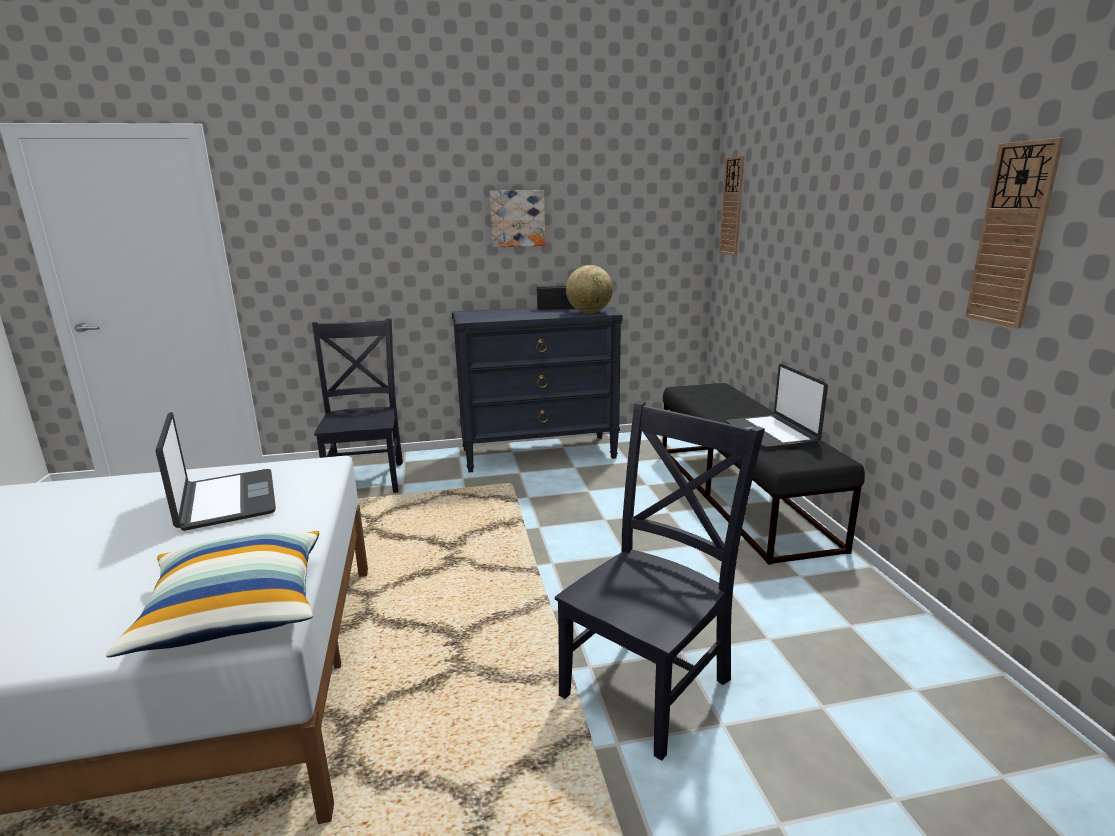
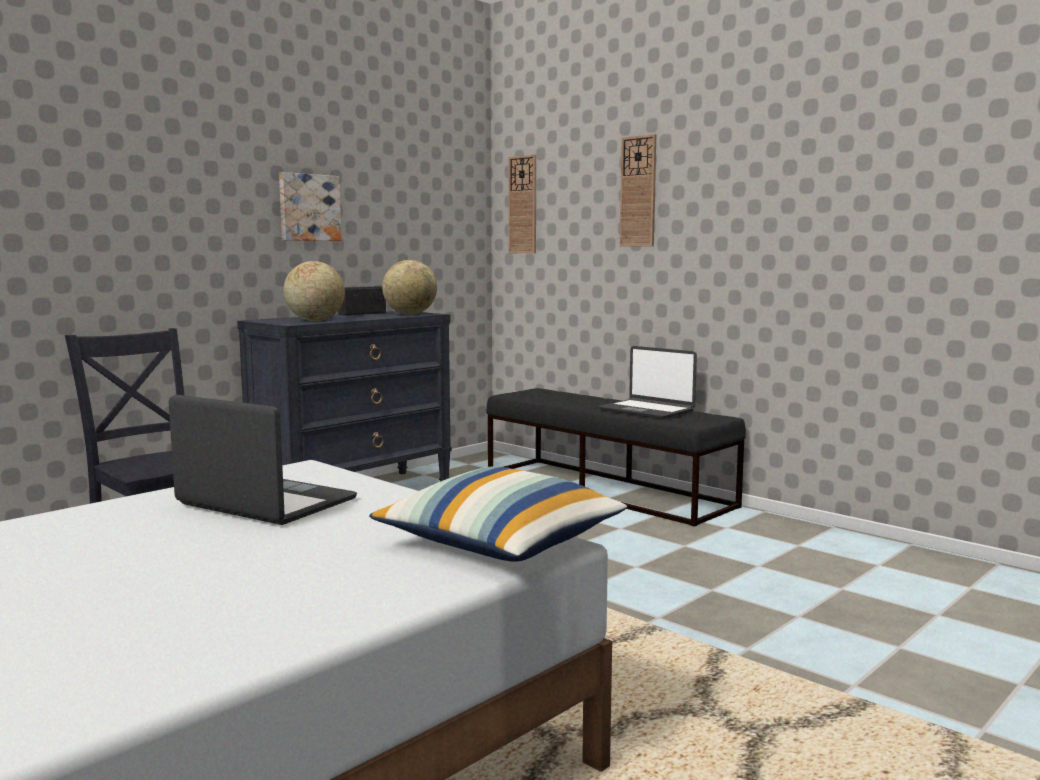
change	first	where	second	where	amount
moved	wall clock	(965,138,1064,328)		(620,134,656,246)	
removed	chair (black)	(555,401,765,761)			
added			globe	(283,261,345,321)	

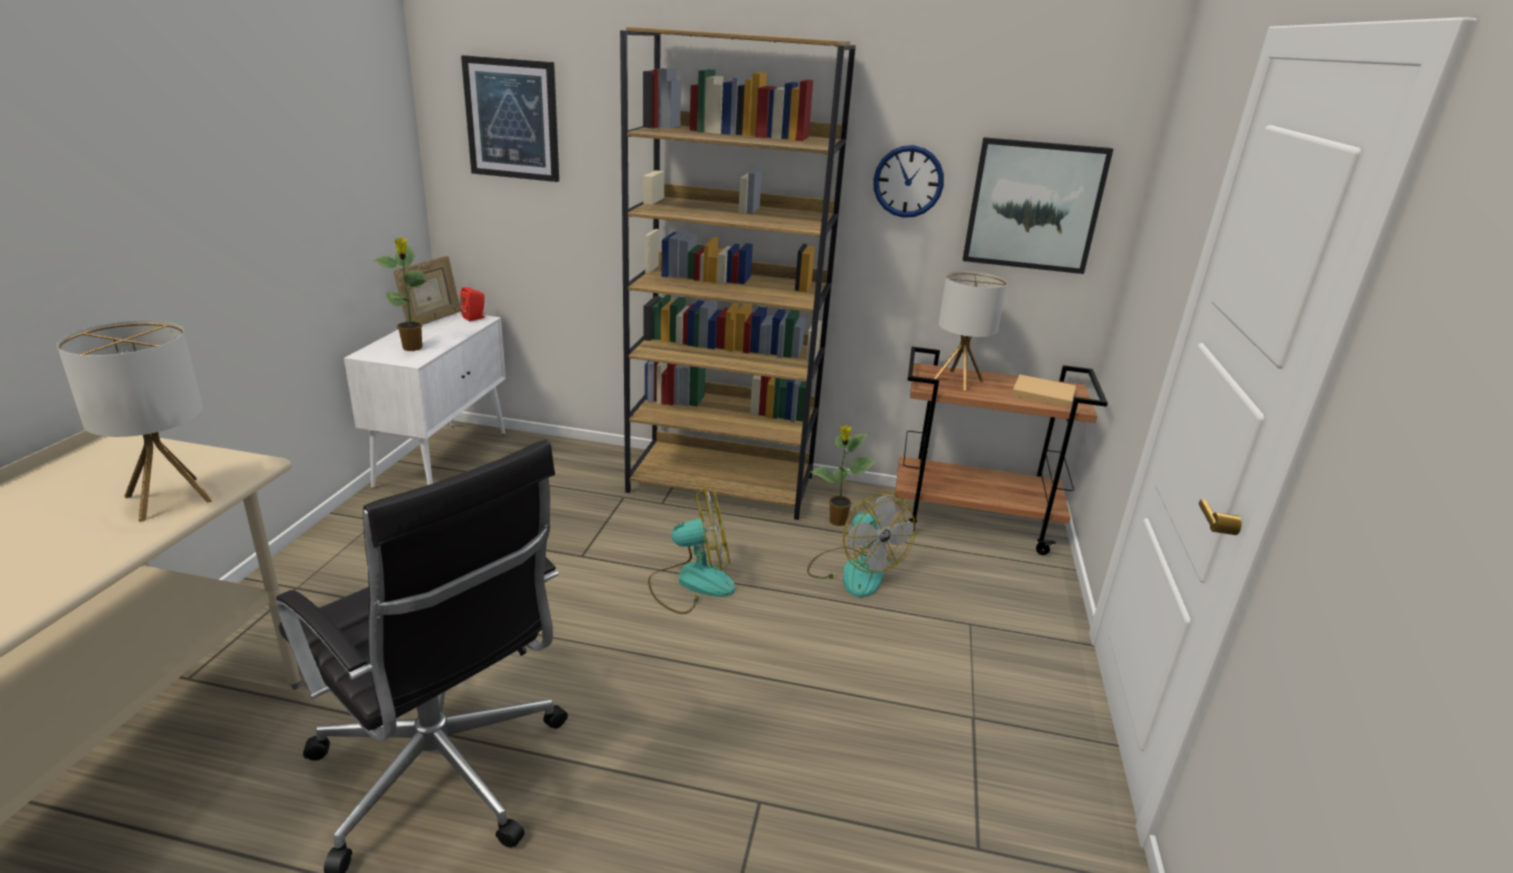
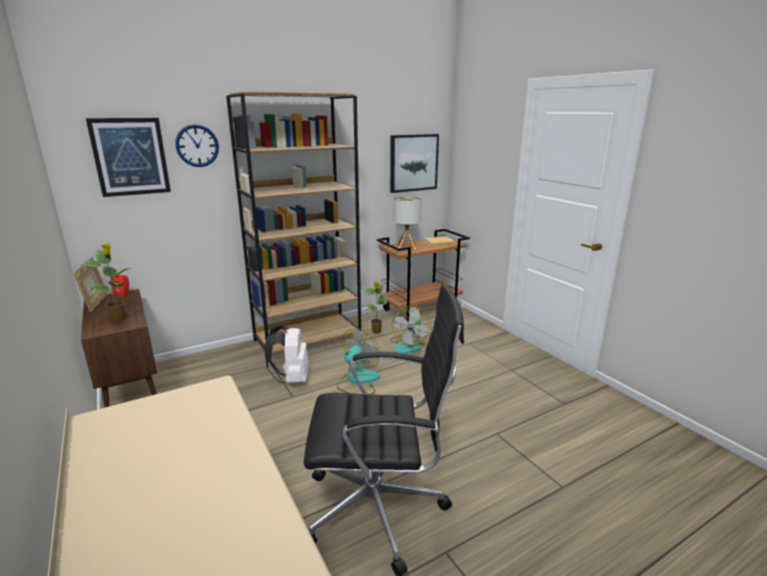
change	first	where	second	where	amount
moved	wall clock	(873,145,944,218)		(176,124,219,167)	
recoloured	cabinet (white)	(344,312,506,488)	cabinet (brown)	(81,289,157,408)	
removed	table lamp	(57,320,214,522)			
turned	fan	(807,493,916,598)		(391,306,431,354)	90 degrees clockwise
added			backpack (white)	(264,325,309,383)	

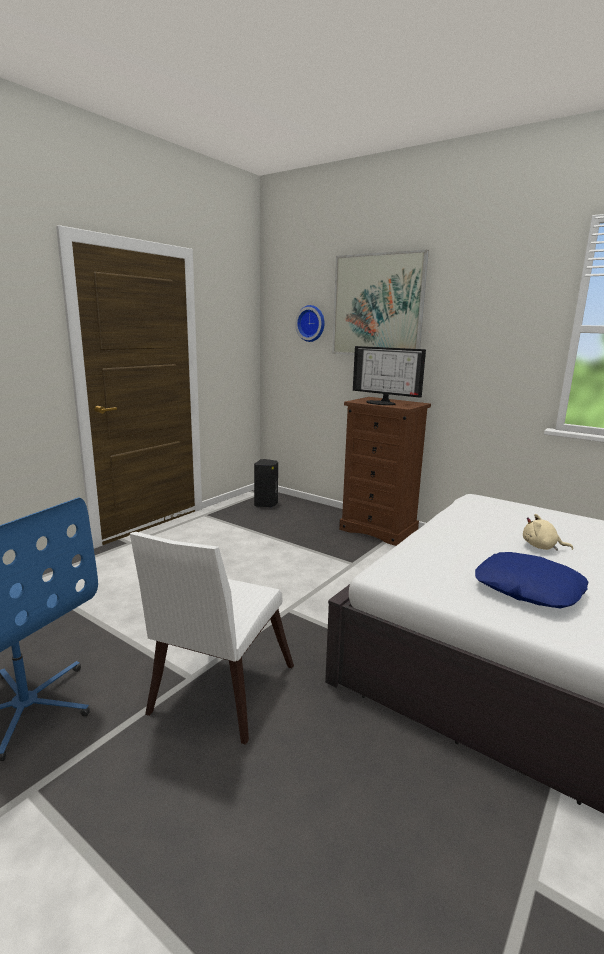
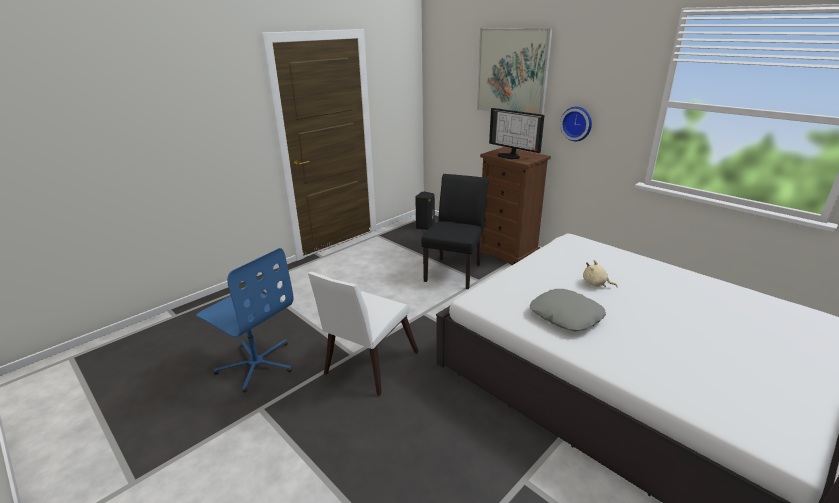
change	first	where	second	where	amount
moved	wall clock	(295,305,325,342)		(560,107,592,141)	
recoloured	pillow (blue)	(475,552,589,608)	pillow (grey)	(530,289,606,332)	
added			chair (black)	(421,174,488,289)	

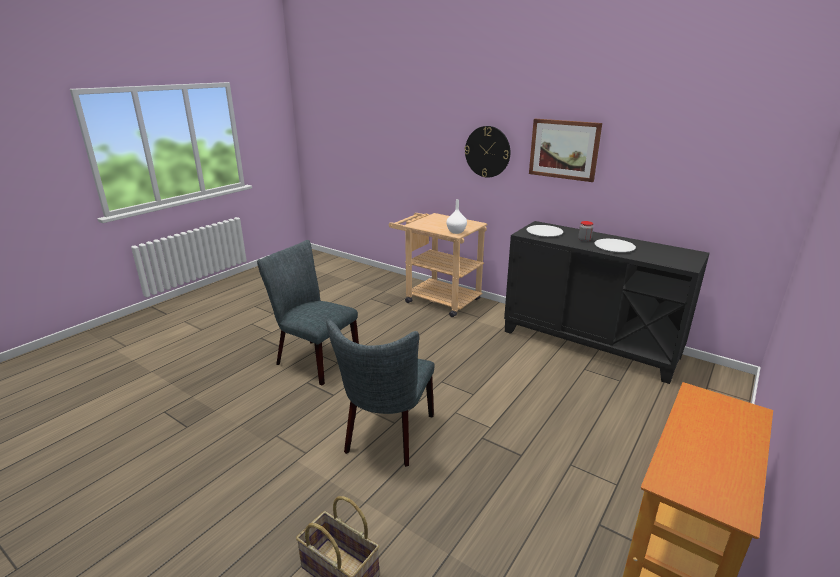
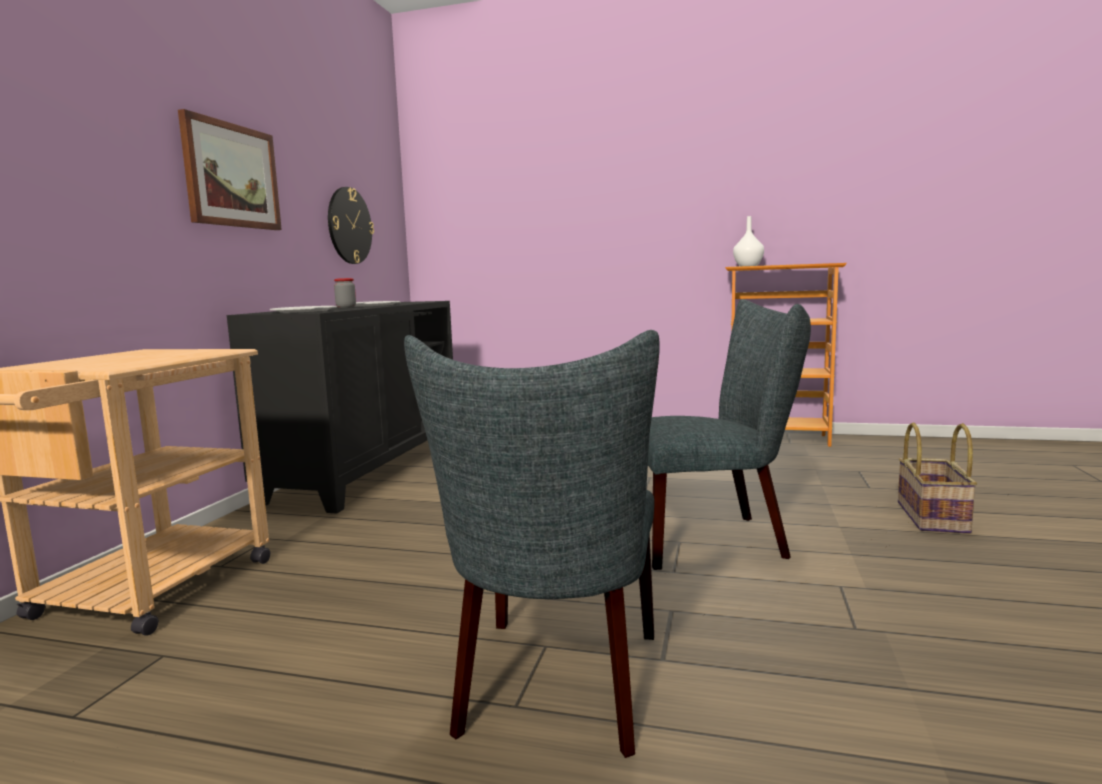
change	first	where	second	where	amount
moved	wall clock	(465,126,510,178)		(328,187,374,264)	
moved	vase (white)	(446,199,467,234)		(733,216,764,266)	

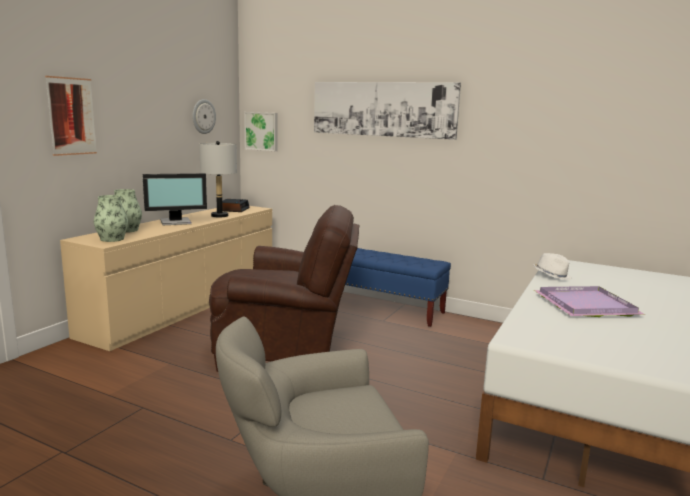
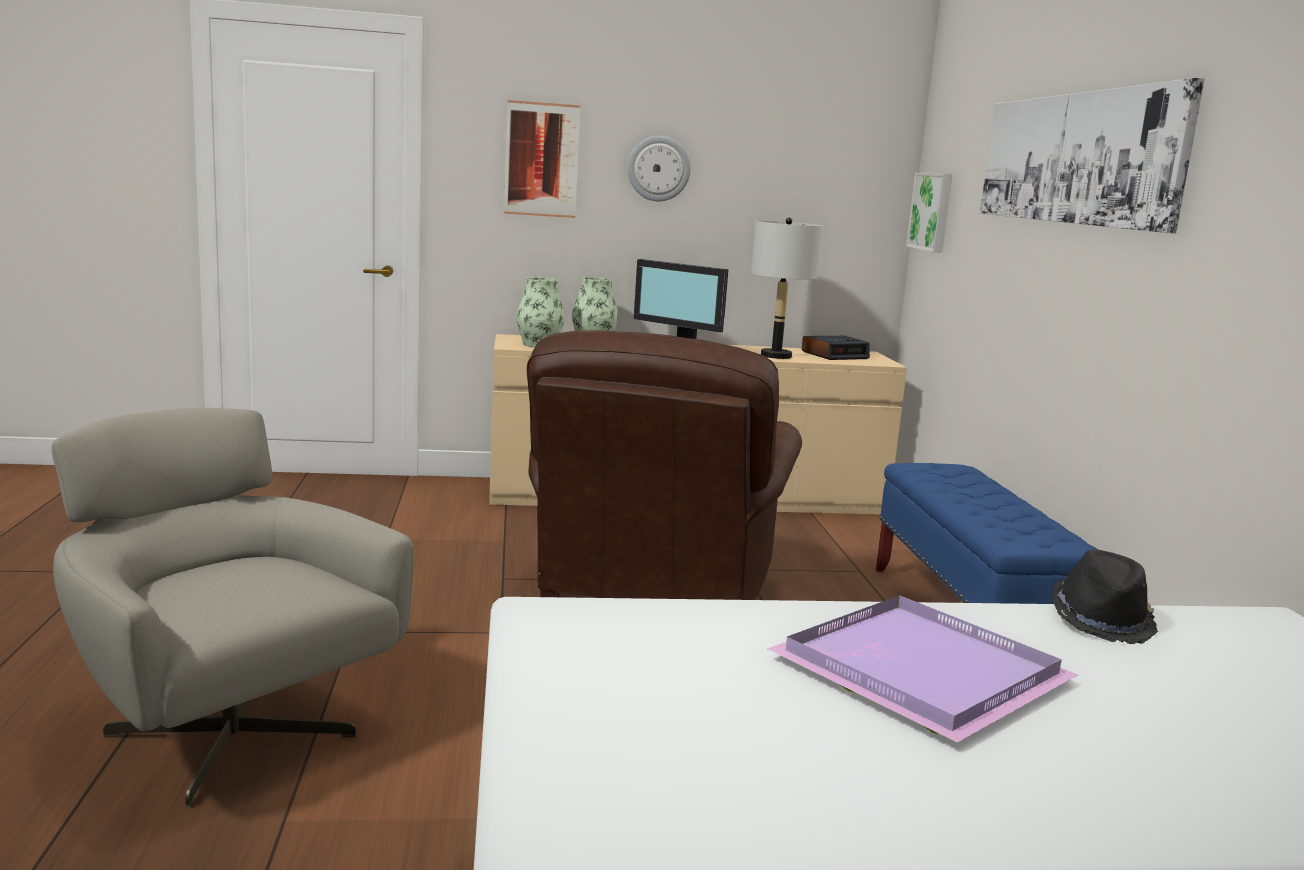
change	first	where	second	where	amount
moved	wall clock	(192,99,216,134)		(627,136,691,201)	
turned	armchair (brown)	(209,205,360,372)		(527,330,802,600)	45 degrees clockwise
recoloured	hat (white)	(533,253,572,280)	hat (black)	(1052,549,1158,644)	

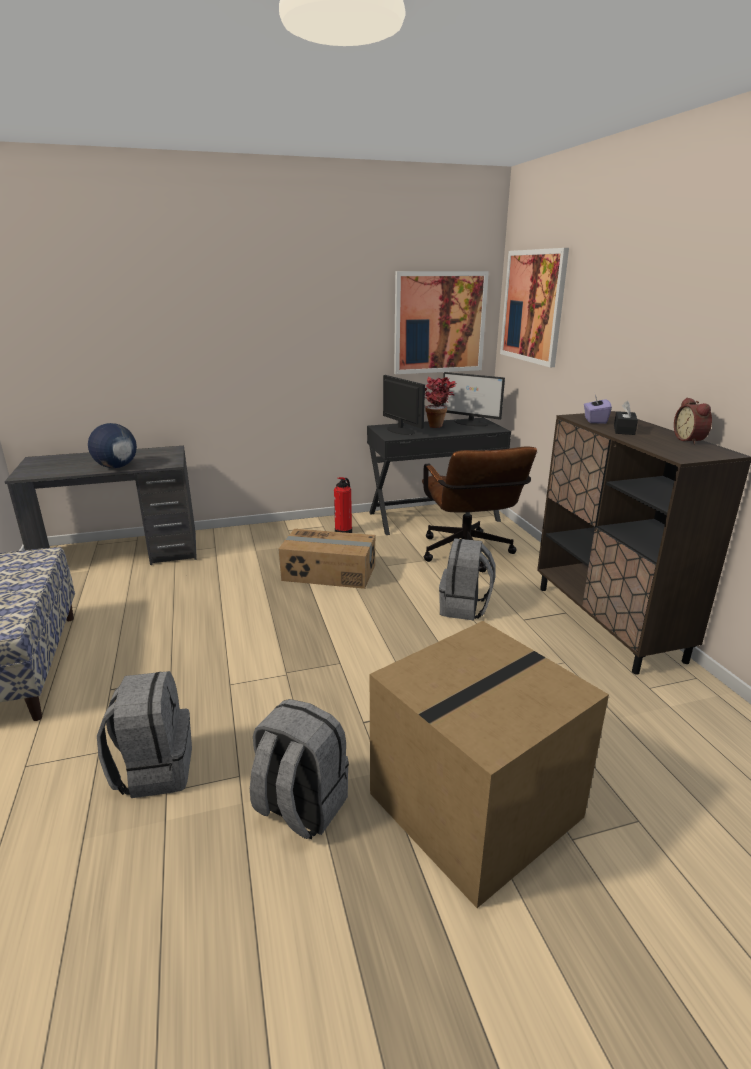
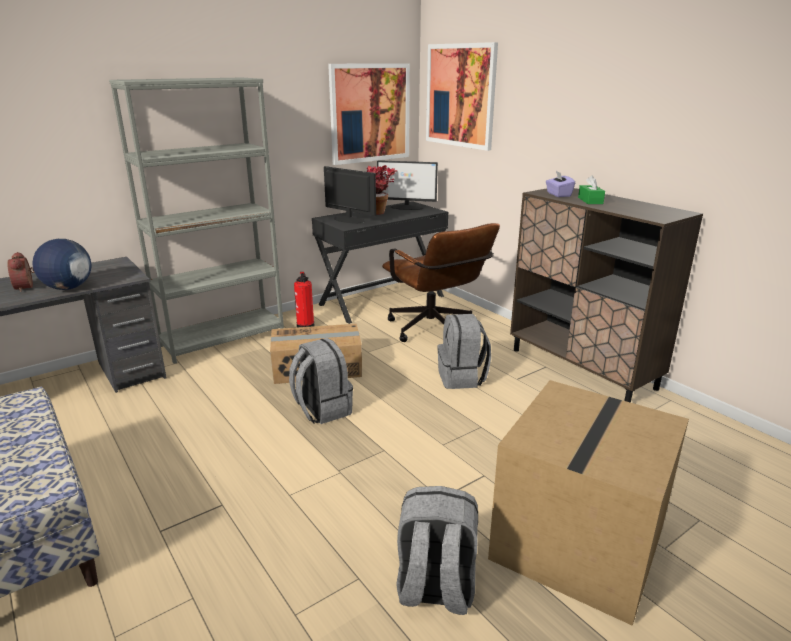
change	first	where	second	where	amount
moved	alarm clock	(674,398,712,444)		(7,252,34,292)	
recoloured	tissue box (black)	(614,401,638,435)	tissue box (green)	(578,175,605,204)	
moved	backpack (grey)	(97,671,192,798)		(289,338,353,424)	
added			bookcase (grey)	(109,78,284,364)	

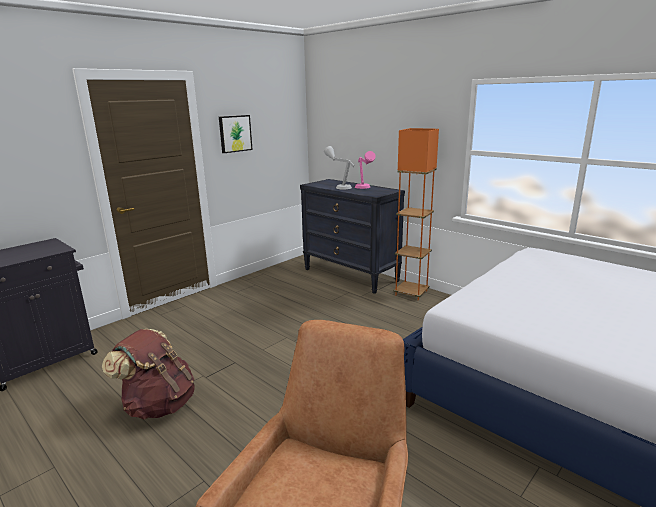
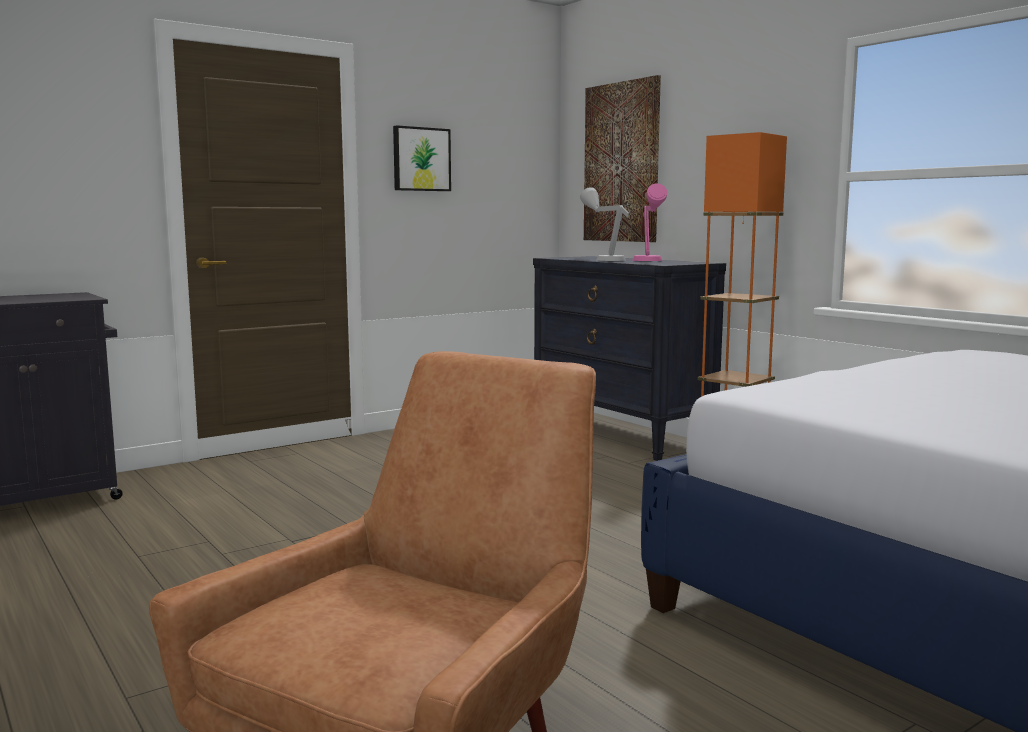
change	first	where	second	where	amount
removed	backpack (brown)	(102,329,195,420)			
added			picture	(584,75,661,242)	

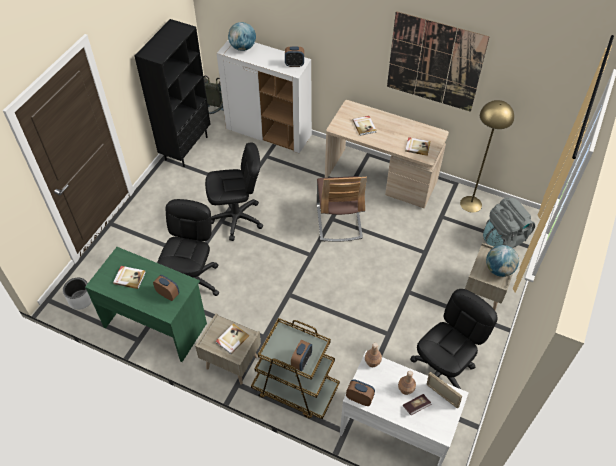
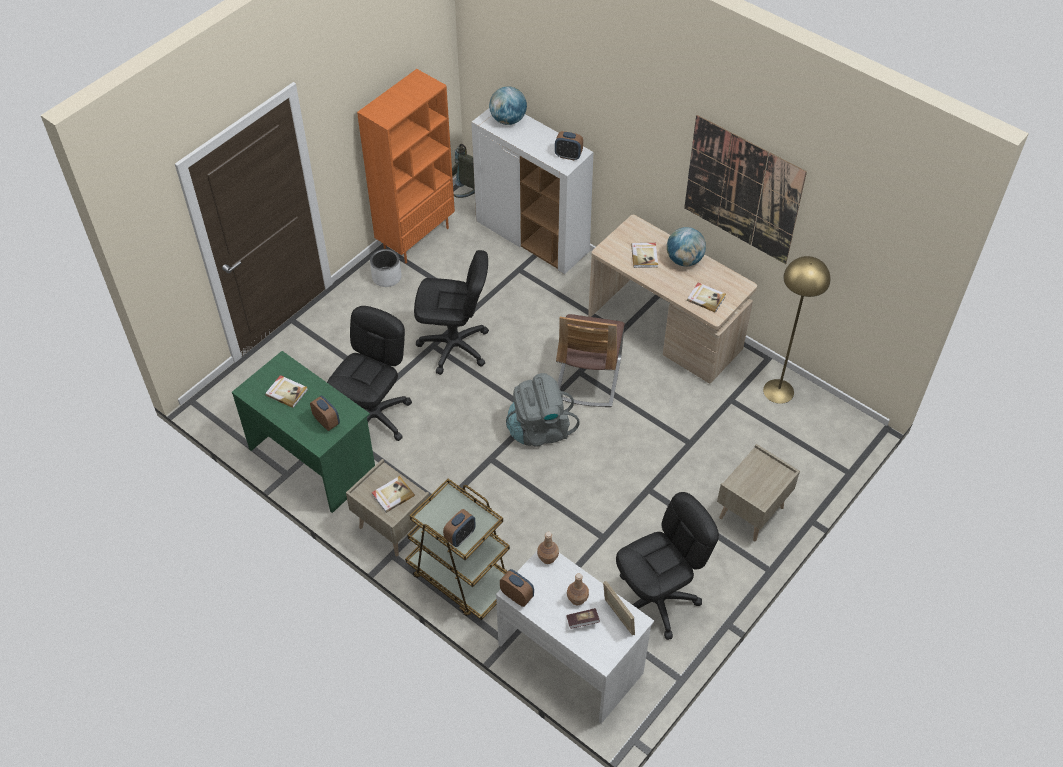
change	first	where	second	where	amount
recoloured	bookcase (black)	(135,19,210,167)	bookcase (orange)	(357,69,455,263)	
moved	backpack (grey)	(483,197,535,248)		(506,373,580,447)	
moved	globe	(486,245,519,277)		(667,227,706,266)	
moved	planter (white)	(63,278,92,310)		(370,249,402,287)	

